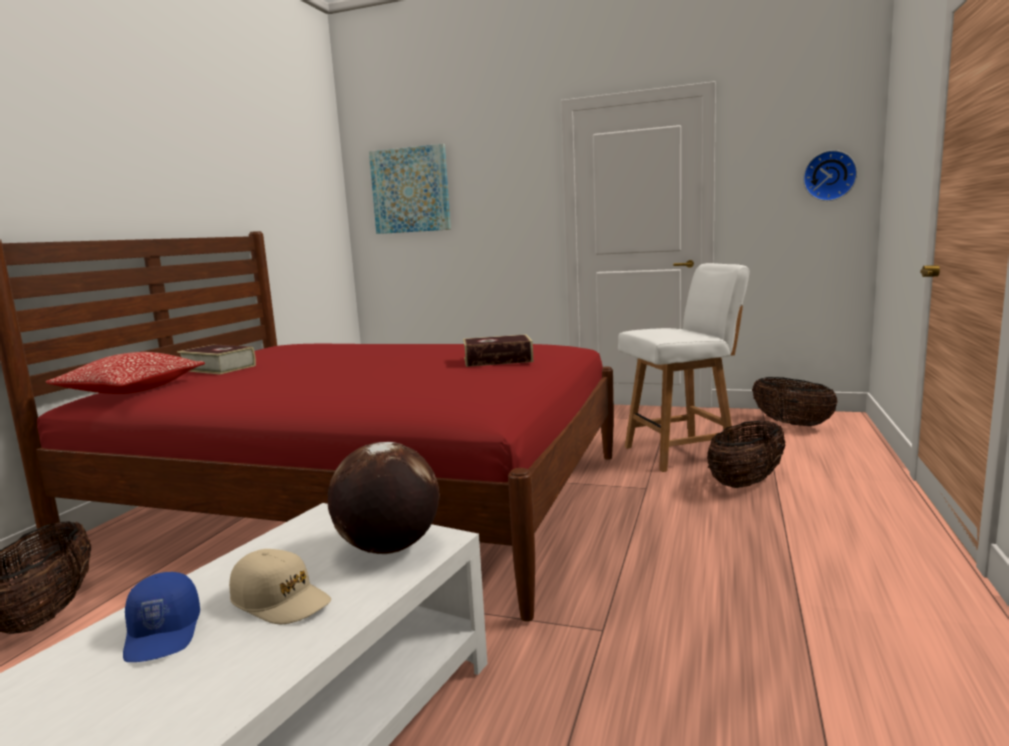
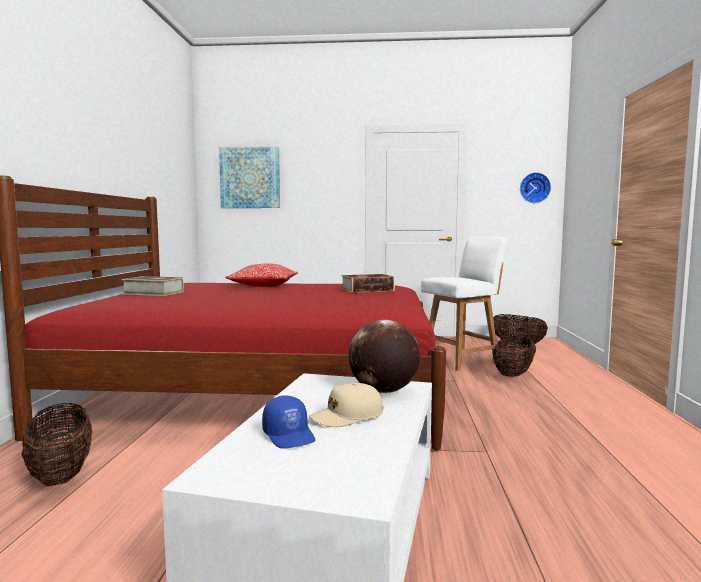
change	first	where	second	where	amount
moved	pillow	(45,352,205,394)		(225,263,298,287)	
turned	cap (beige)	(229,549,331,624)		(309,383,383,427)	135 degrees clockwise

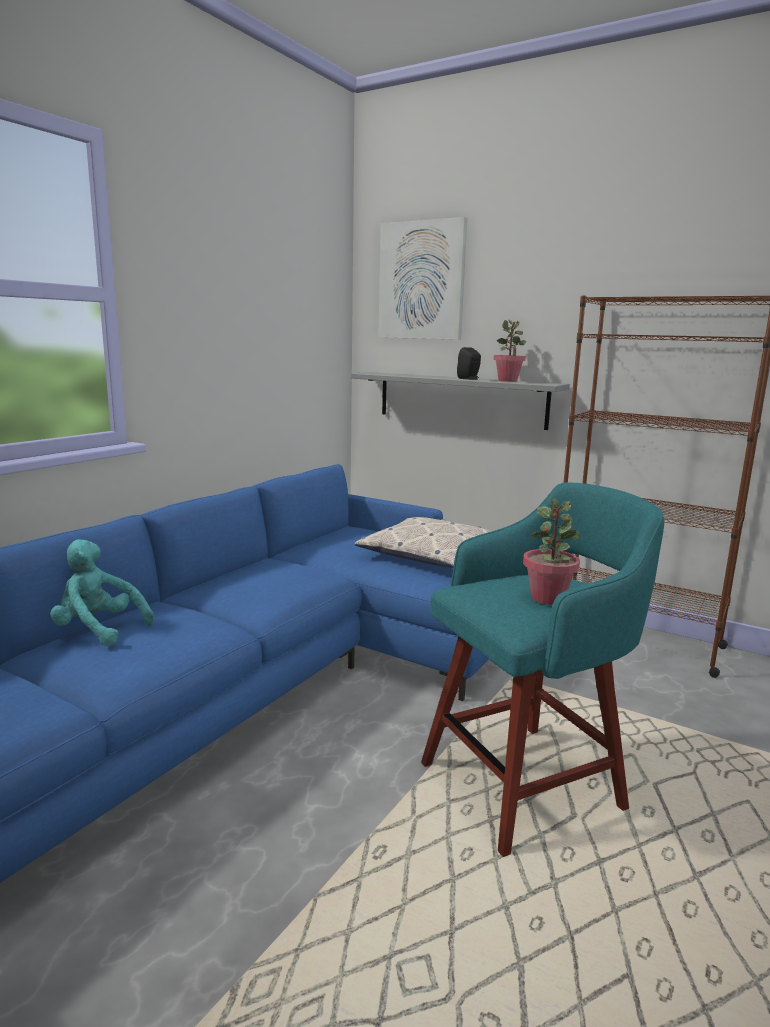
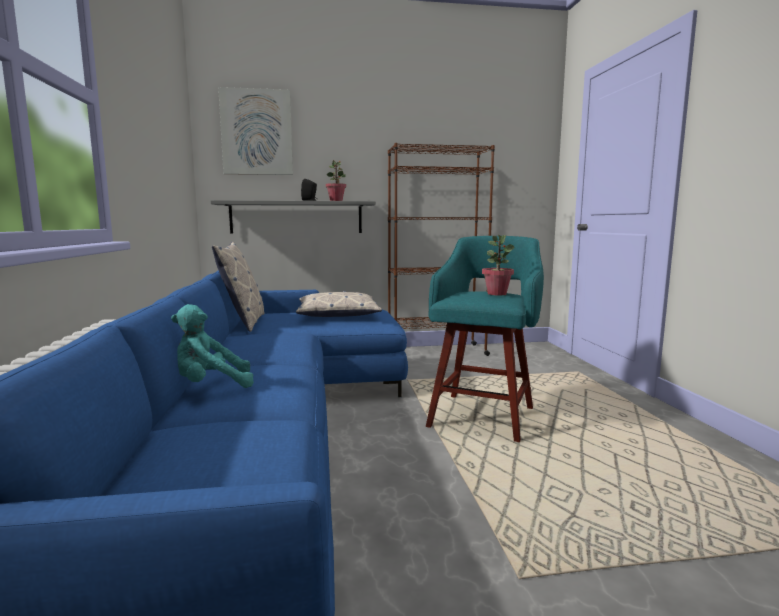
change	first	where	second	where	amount
added			pillow	(212,242,265,332)	

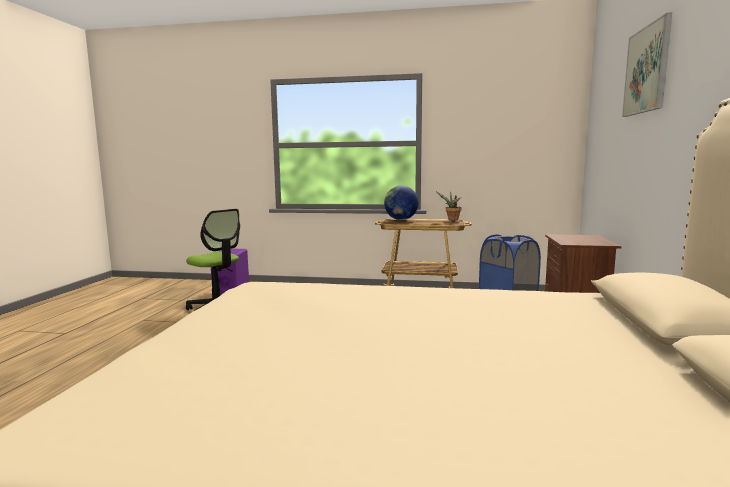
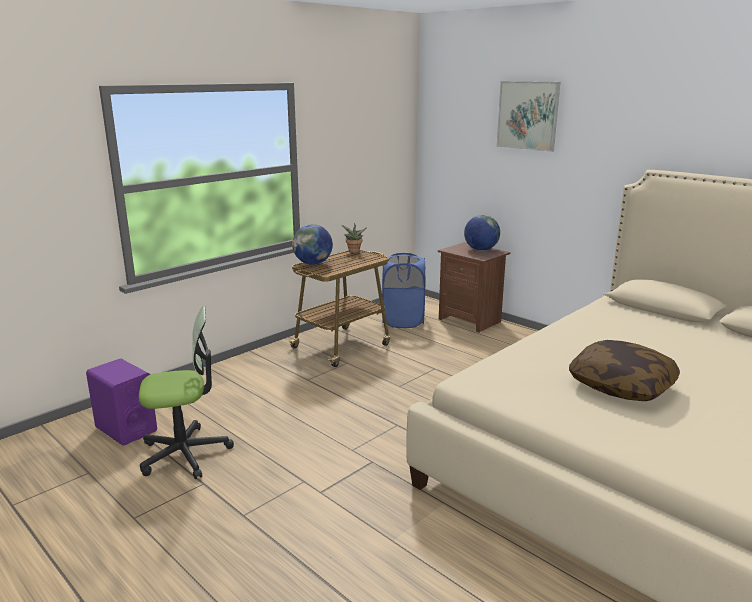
change	first	where	second	where	amount
added			globe	(464,215,500,251)	
added			pillow	(569,340,680,401)	

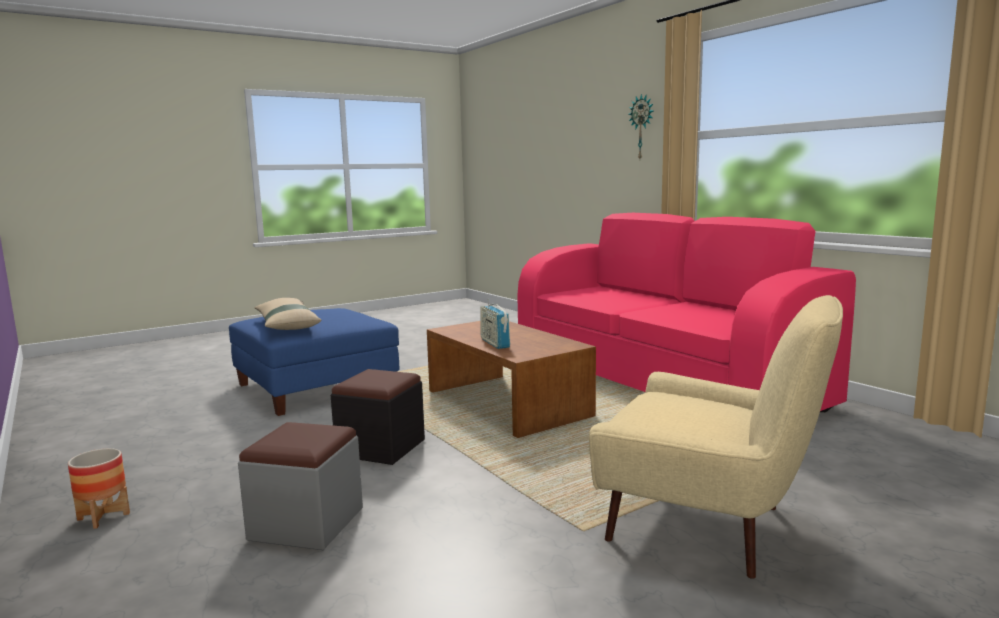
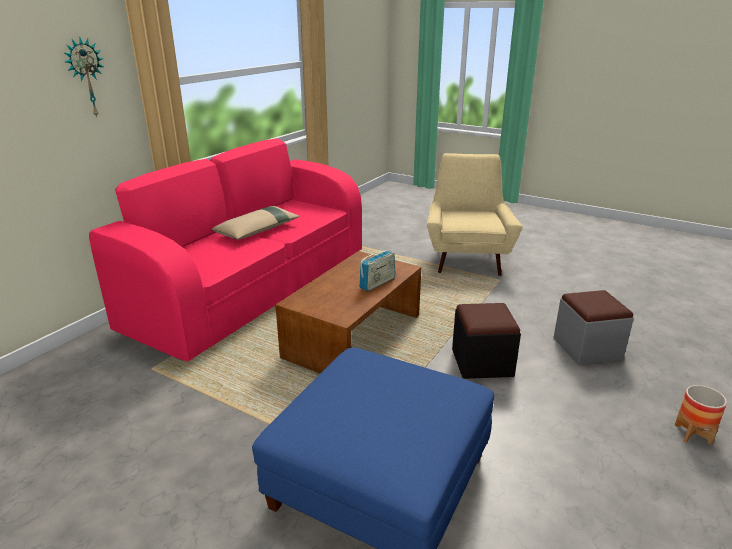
change	first	where	second	where	amount
moved	pillow (beige)	(254,298,322,330)		(212,206,300,240)	

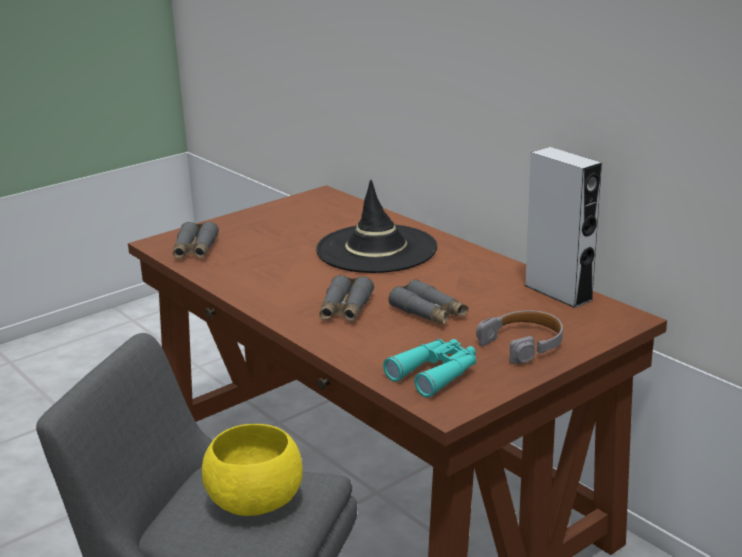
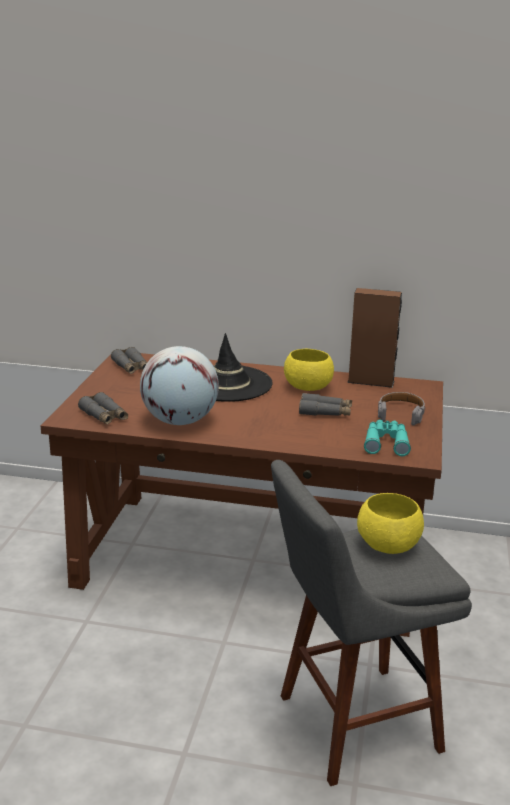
change	first	where	second	where	amount
recoloured	speaker (grey)	(524,147,602,308)	speaker (brown)	(347,288,402,388)	
moved	binoculars (grey)	(319,275,374,322)		(111,347,147,374)	
added			globe	(140,346,219,425)	
added			bowl (yellow)	(284,349,334,391)	

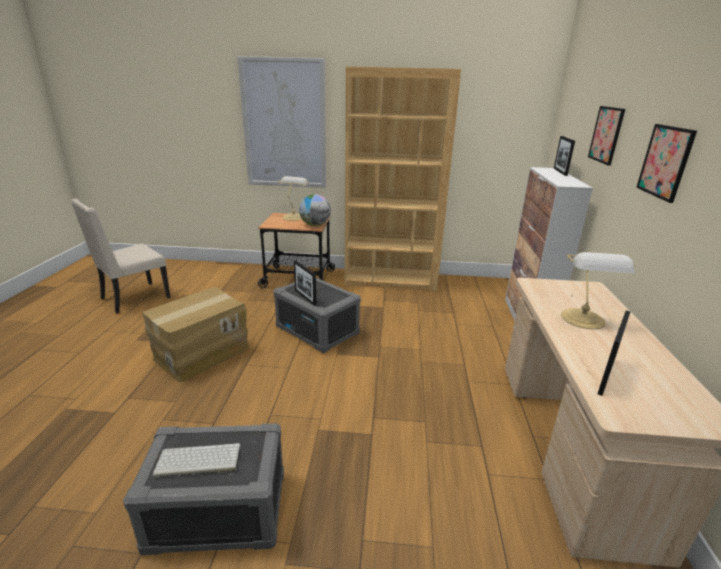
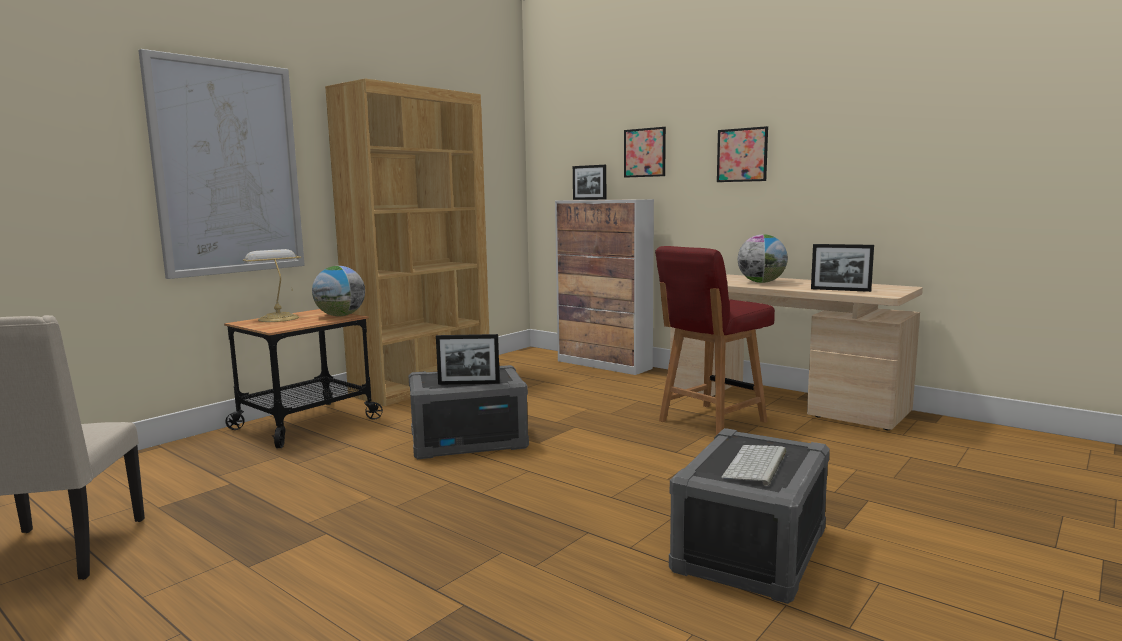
change	first	where	second	where	amount
replaced	table lamp	(561,252,635,329)	globe	(738,234,788,283)	
removed	cardboard box	(143,287,249,382)			
turned	picture frame	(598,310,630,396)		(811,244,874,292)	45 degrees counterclockwise
added			chair (red)	(655,246,775,435)	

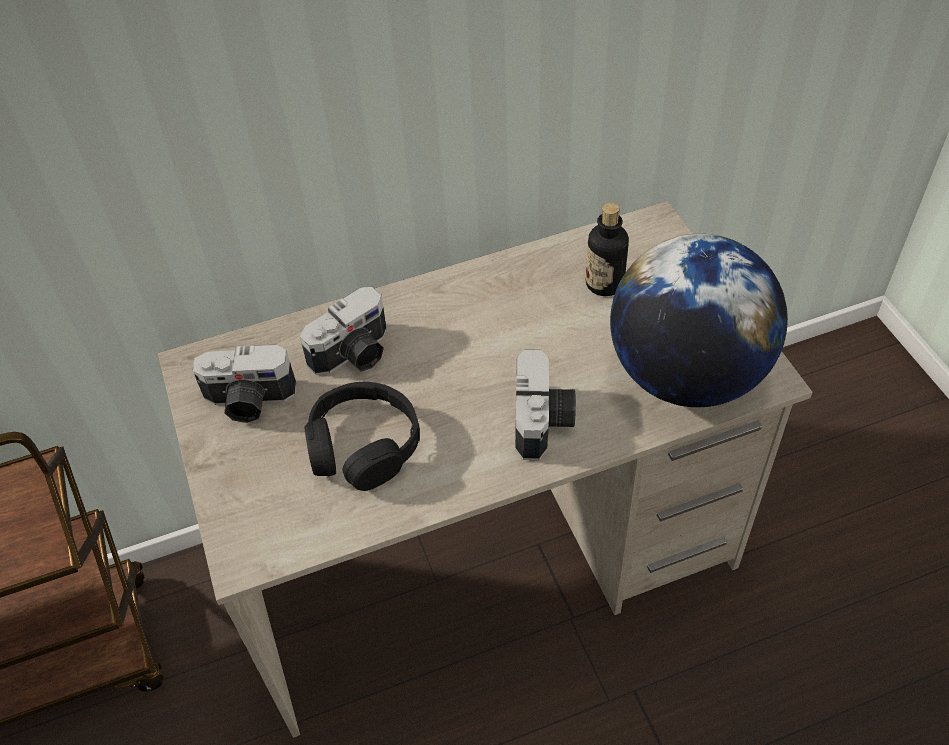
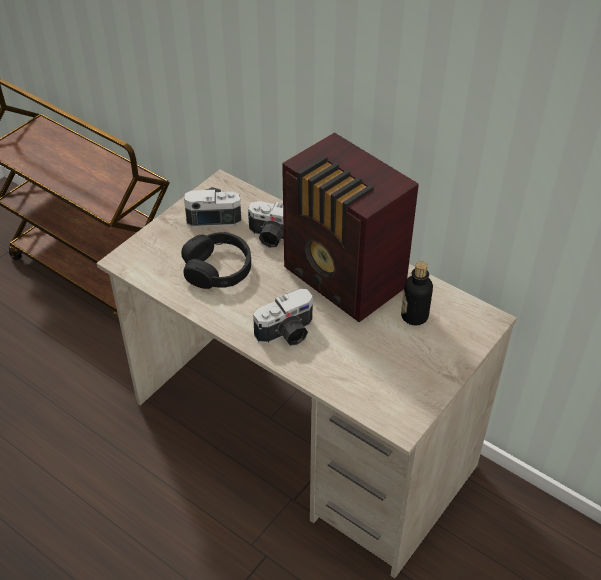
change	first	where	second	where	amount
removed	globe	(610,234,788,407)			
turned	photo camera	(192,344,296,423)		(184,187,241,227)	120 degrees clockwise
added			radio	(282,132,419,322)	

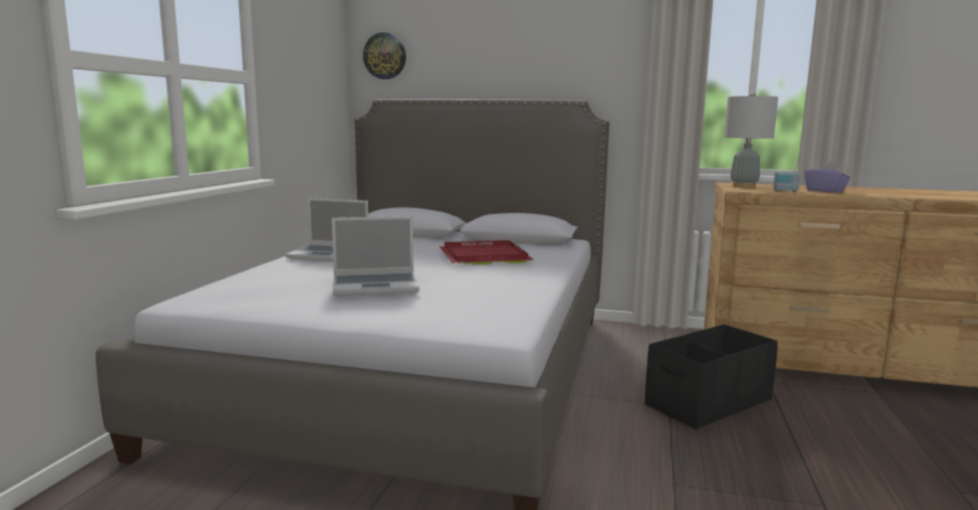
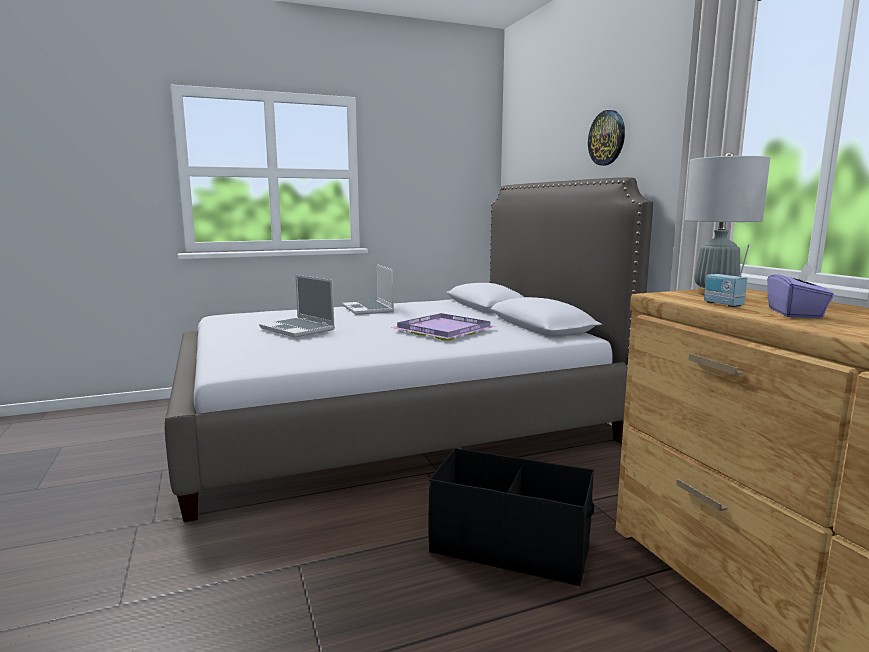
change	first	where	second	where	amount
moved	wall clock	(363,32,406,79)		(588,110,625,166)	
recoloured	tray (red)	(440,240,534,265)	tray (purple)	(391,313,496,341)	

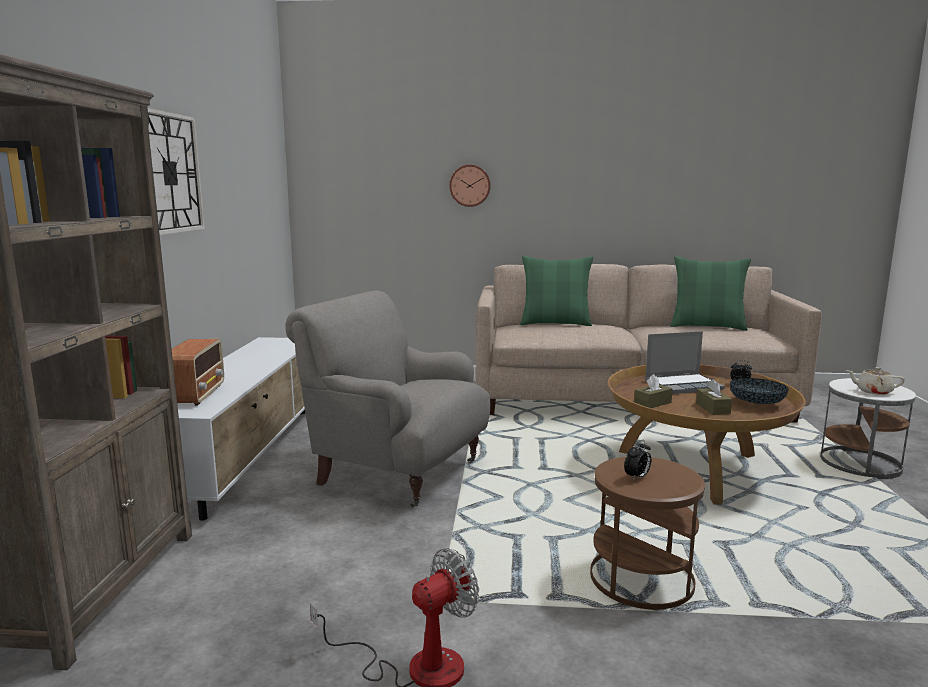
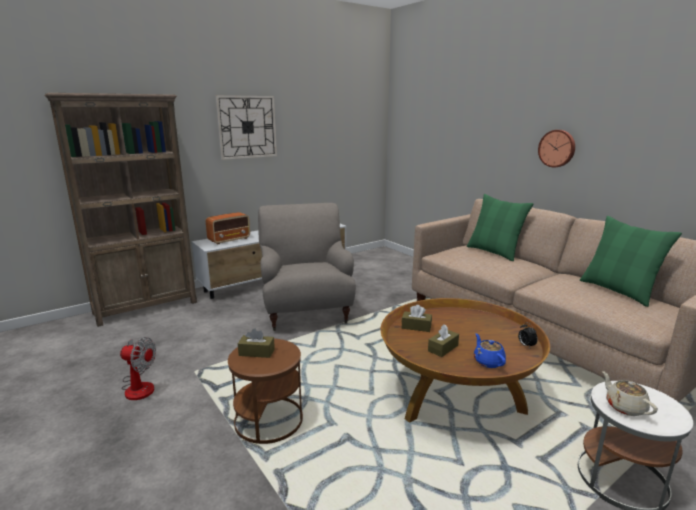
change	first	where	second	where	amount
moved	wall clock	(449,165,491,207)		(538,130,575,168)	
removed	laptop	(645,331,725,394)			
replaced	bowl	(730,378,789,404)	teapot (blue)	(474,333,506,368)	
replaced	alarm clock	(624,440,651,481)	tissue box (brown)	(238,328,275,358)	

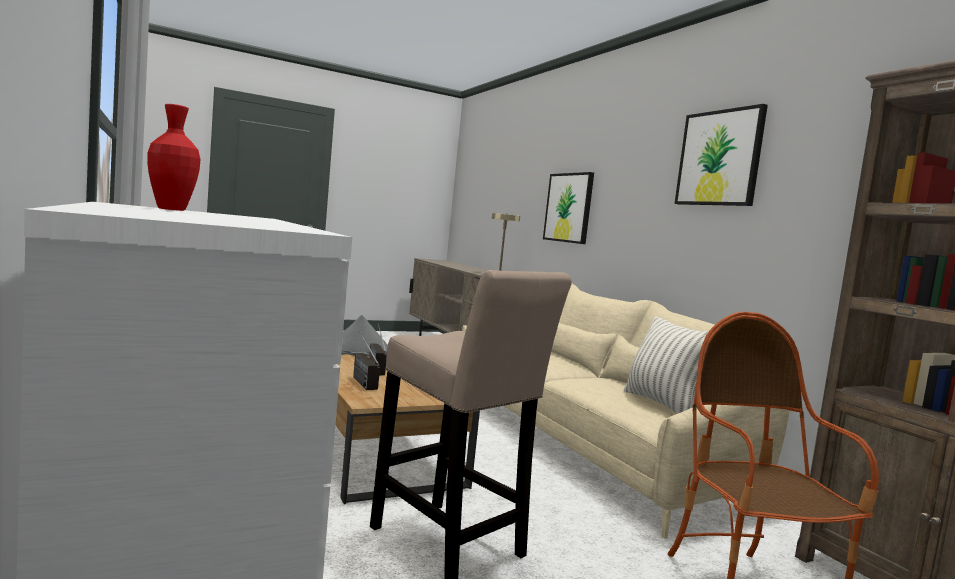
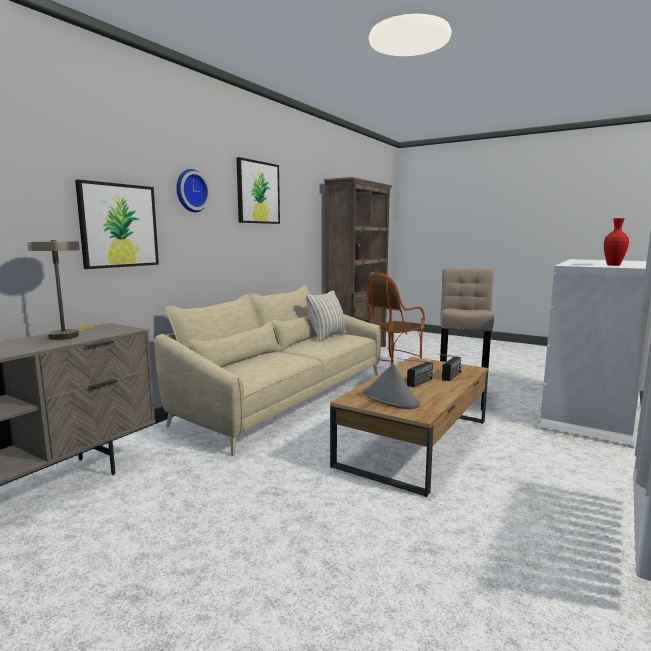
change	first	where	second	where	amount
added			wall clock	(176,169,210,212)	

